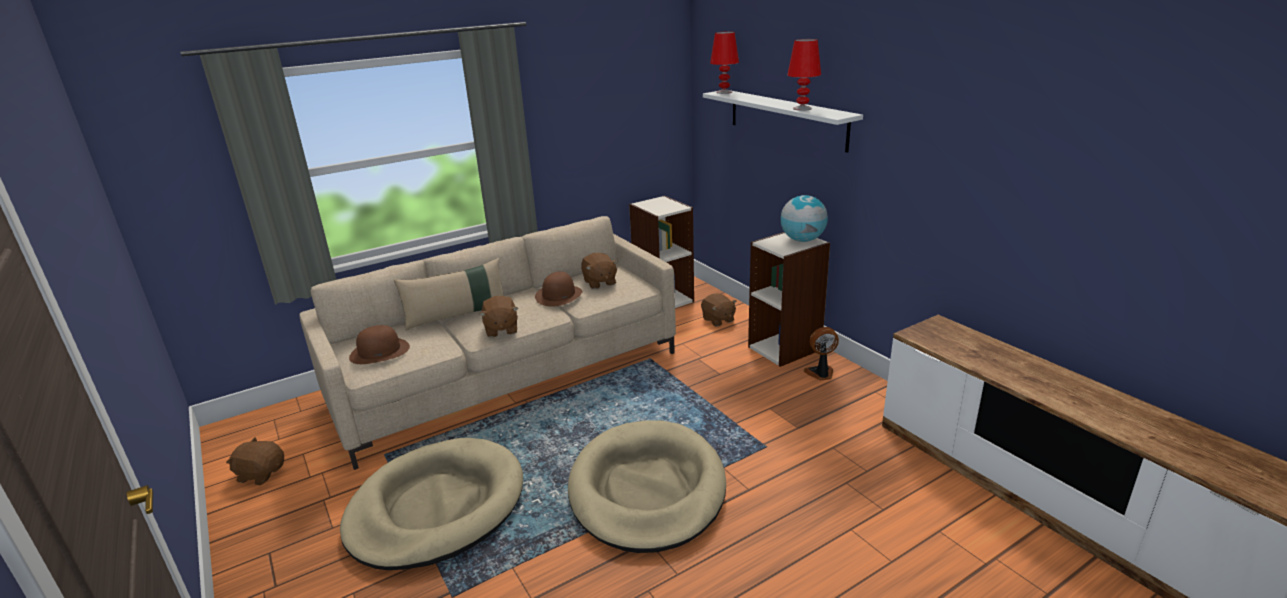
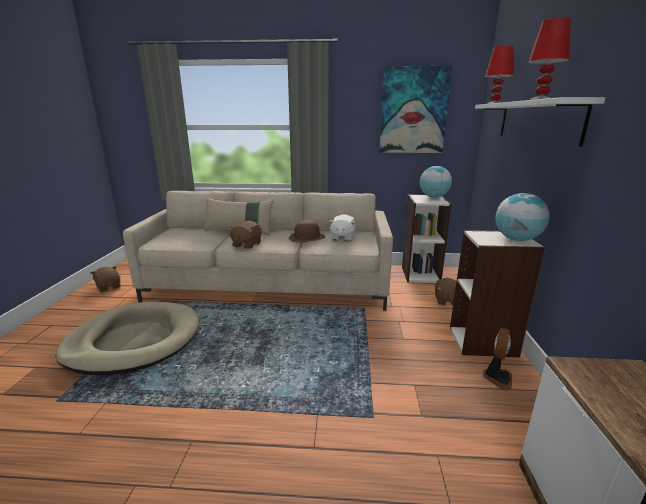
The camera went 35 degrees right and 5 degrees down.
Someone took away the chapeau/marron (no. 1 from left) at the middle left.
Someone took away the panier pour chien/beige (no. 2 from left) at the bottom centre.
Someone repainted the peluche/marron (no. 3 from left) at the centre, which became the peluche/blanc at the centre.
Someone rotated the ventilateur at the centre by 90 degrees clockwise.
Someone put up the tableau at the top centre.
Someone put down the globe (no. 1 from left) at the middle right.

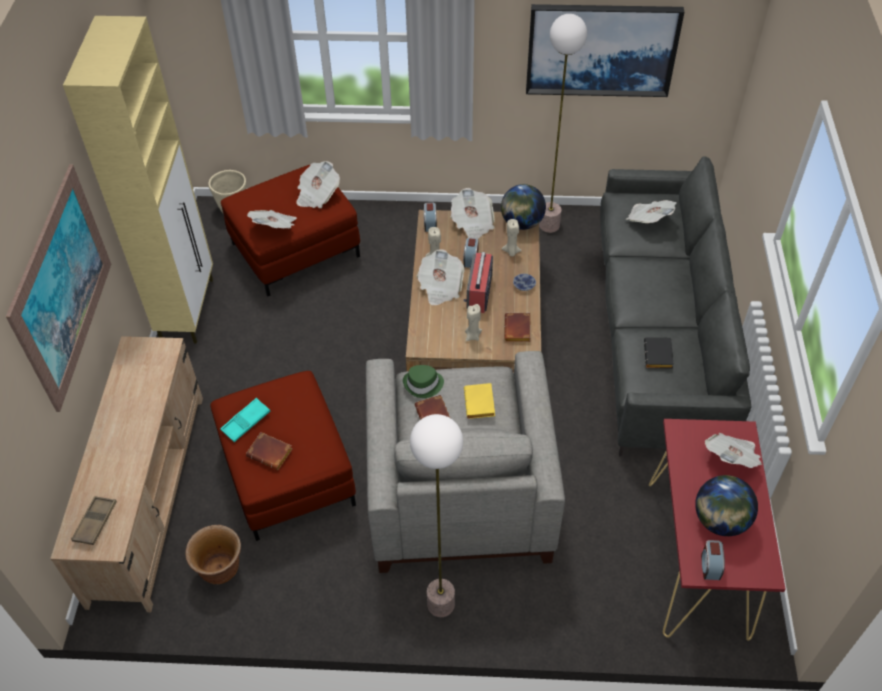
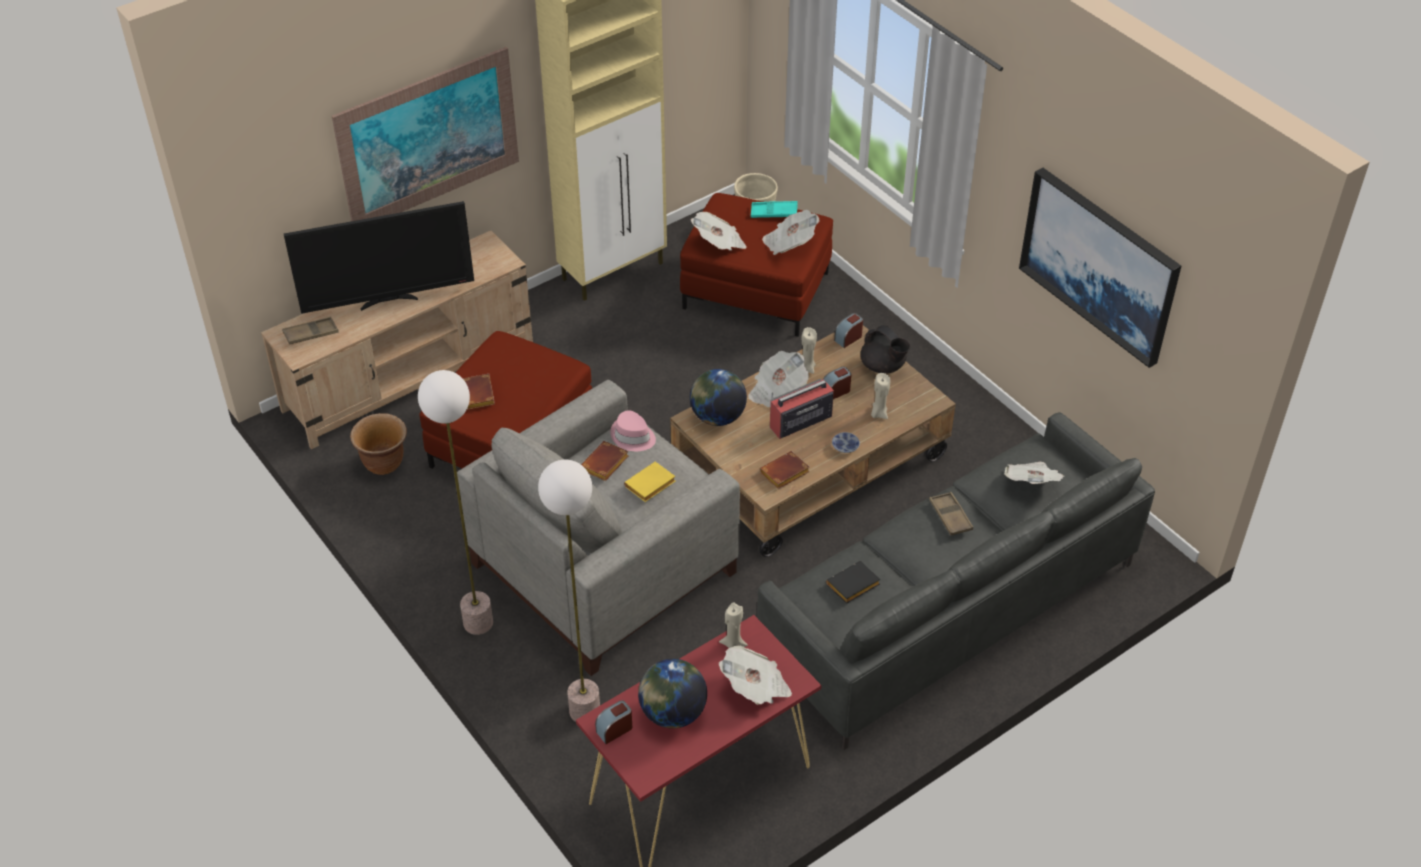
The camera went 50 degrees right and 5 degrees down.
Someone carried the plateau/turquoise from the middle left to the top centre.
Someone repainted the chapeau/vert at the centre, which became the chapeau/rose at the centre.
Someone swapped the journal (no. 4 from left) at the top centre for the théière/noir at the centre.
Someone carried the bougie/beige (no. 2 from left in the first image) from the centre to the bottom centre.
Someone carried the globe (no. 1 from left in the first image) from the top centre to the centre.
Someone carried the lampadaire (no. 2 from left) from the top centre to the bottom centre.
Someone put down the téléviseur at the top left.
Someone put down the plateau/marron (no. 2 from left) at the middle right.

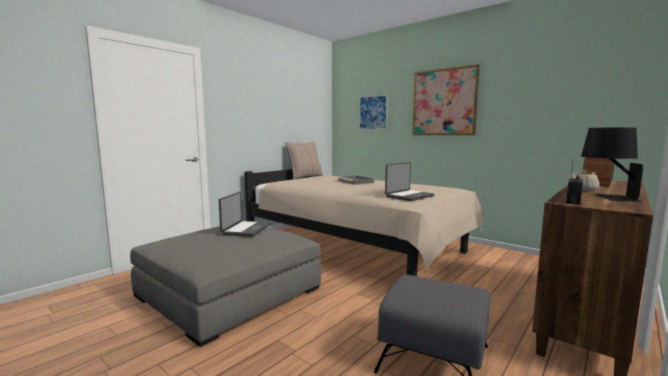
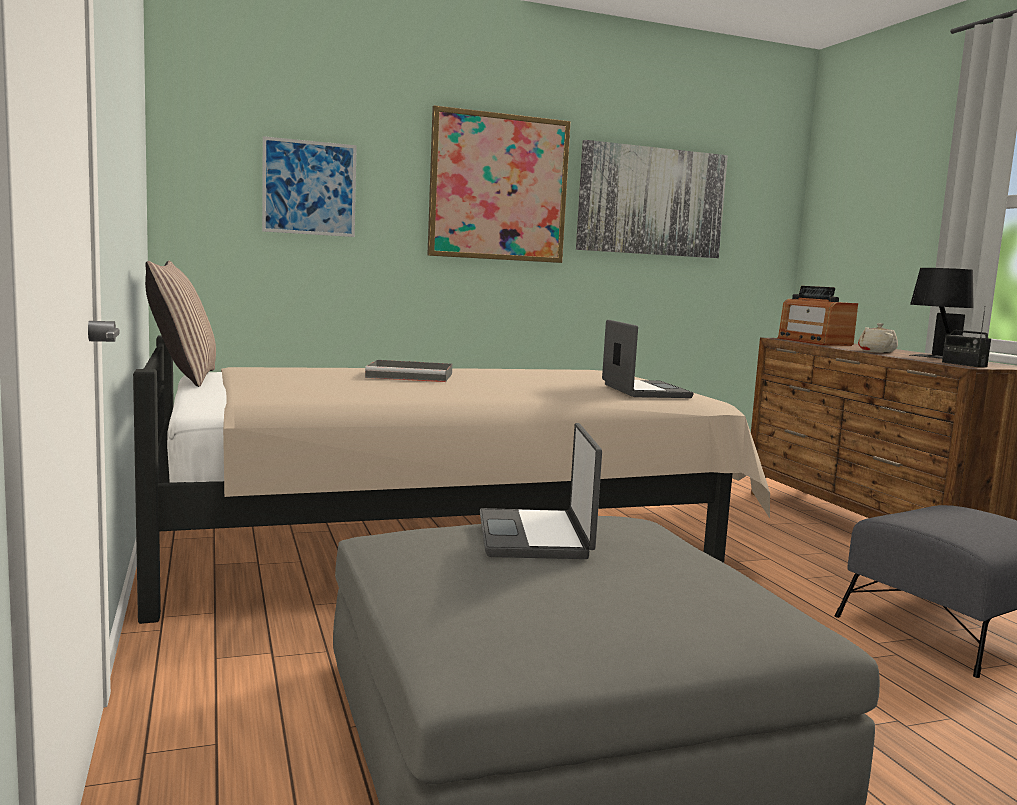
The camera went 60 degrees left and 0 degrees up.
Someone rotated the ordinateur portable (no. 1 from left) at the centre by 135 degrees counterclockwise.
Someone put up the tableau (no. 3 from left) at the top centre.

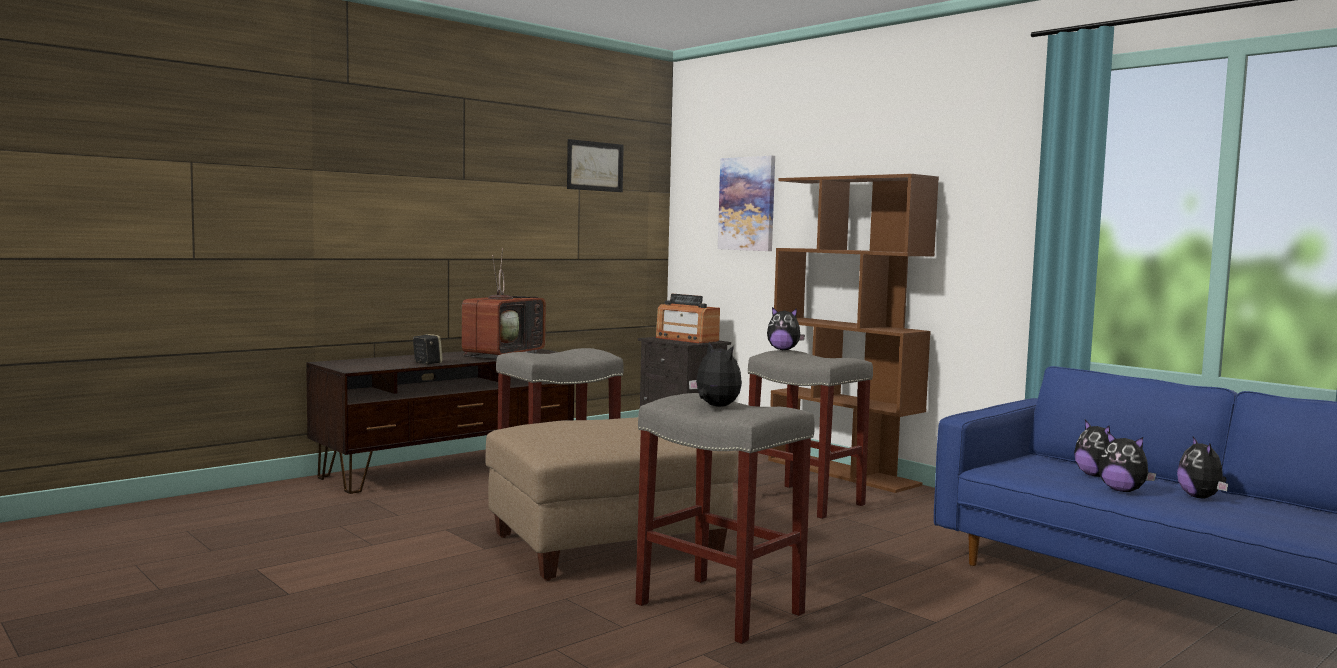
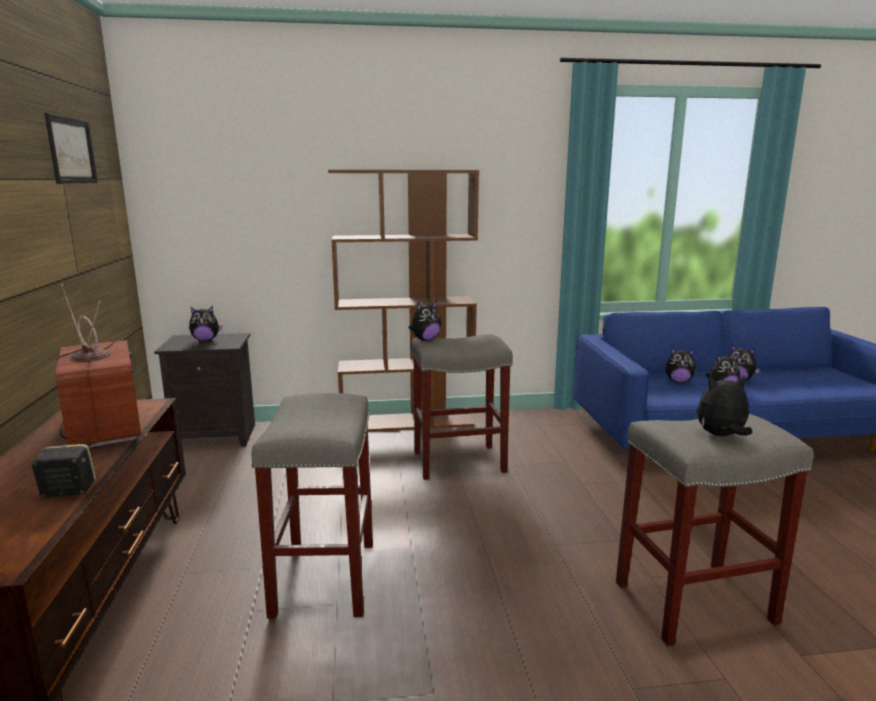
The camera went 55 degrees left and 10 degrees up.
Someone took away the pouf/beige at the bottom centre.
Someone swapped the radio at the centre for the peluche (no. 1 from left) at the middle left.
Someone took away the tableau (no. 2 from left) at the top centre.

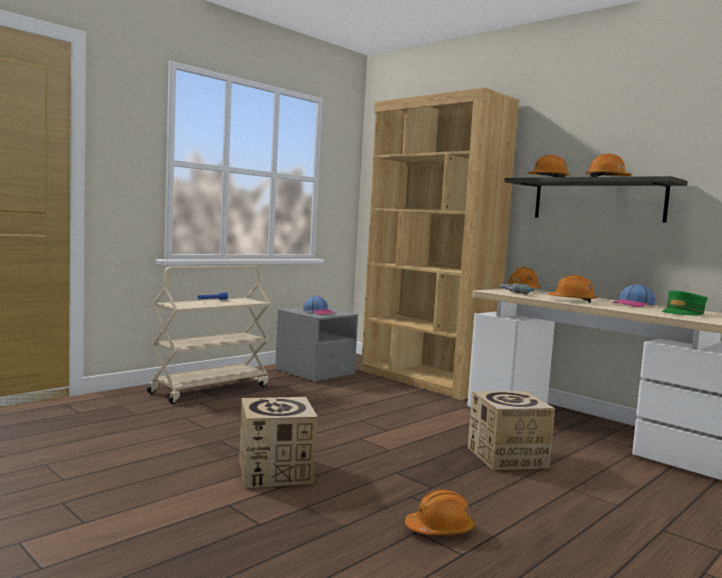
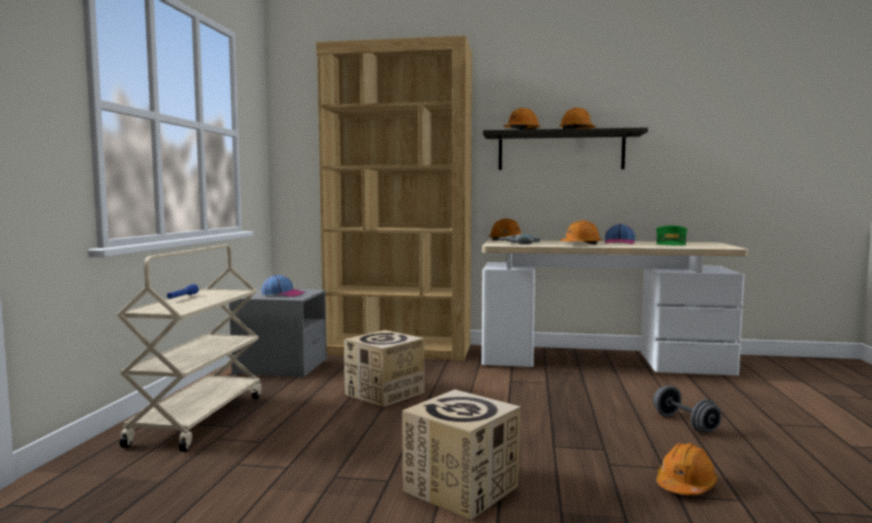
The camera went 35 degrees left and 0 degrees up.
Someone carried the carton (no. 2 from left in the first image) from the bottom right to the bottom centre.
Someone put down the haltère/gris at the bottom right.

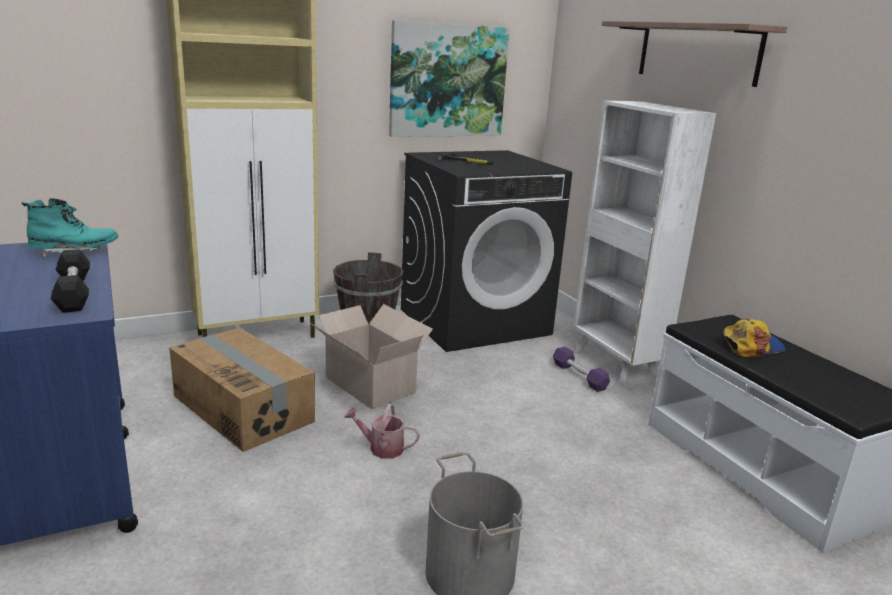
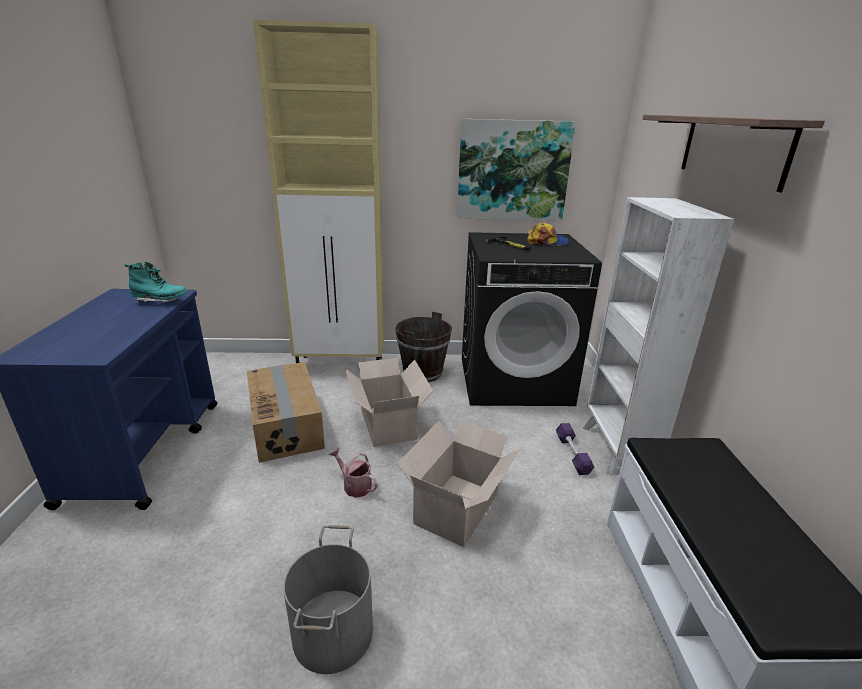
The camera went 25 degrees right and 5 degrees up.
Someone took away the haltère/noir at the middle left.
Someone carried the casquette from the middle right to the centre.
Someone put down the carton (no. 3 from left) at the bottom centre.

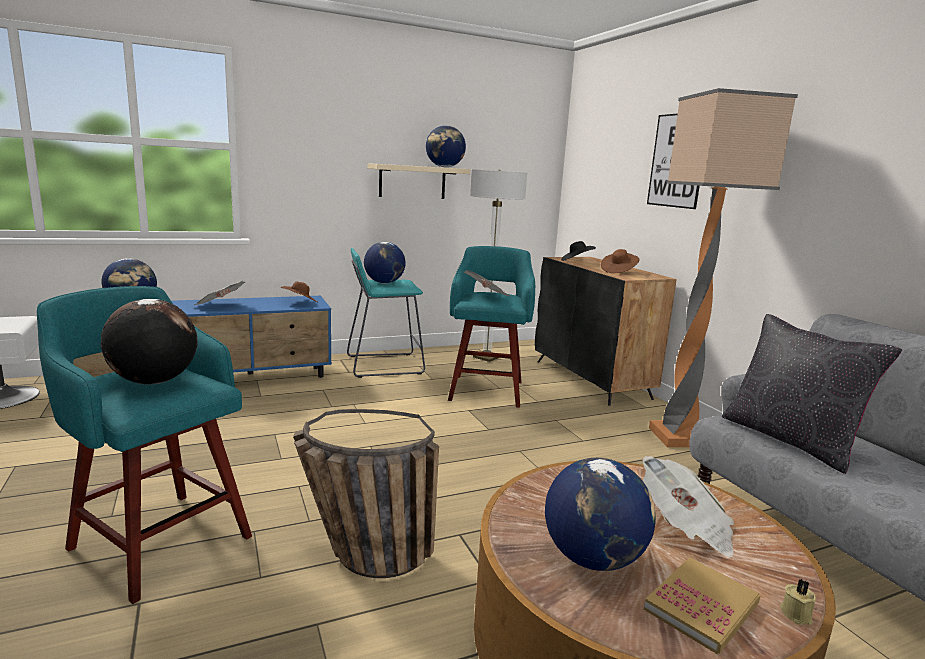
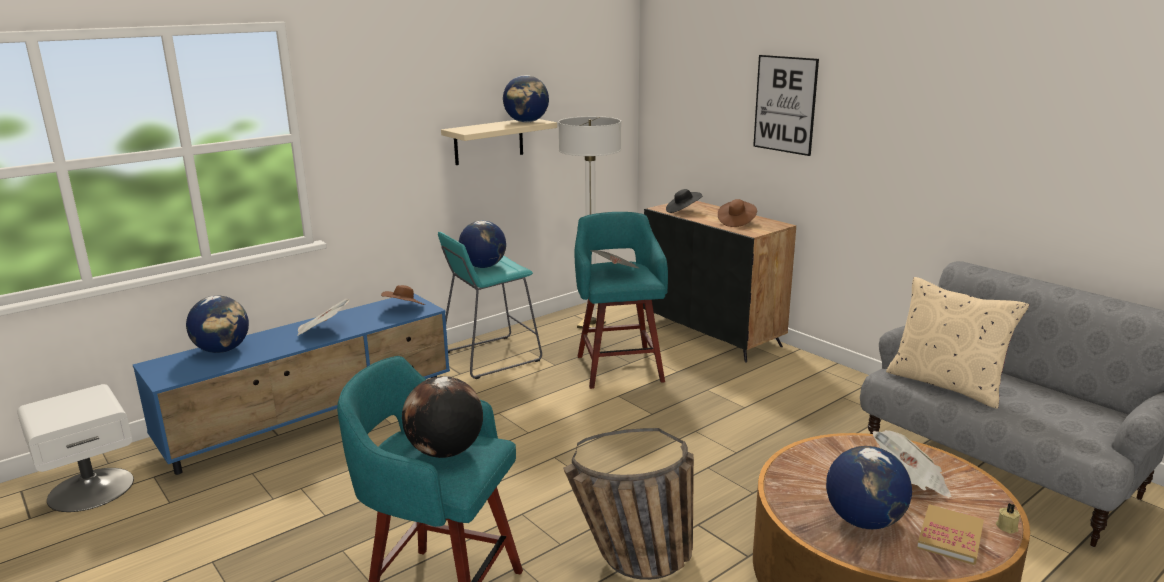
The camera went 15 degrees left and 5 degrees up.
Someone took away the lampadaire (no. 2 from left) at the middle right.
Someone repainted the coussin/noir at the middle right, which became the coussin/beige at the middle right.

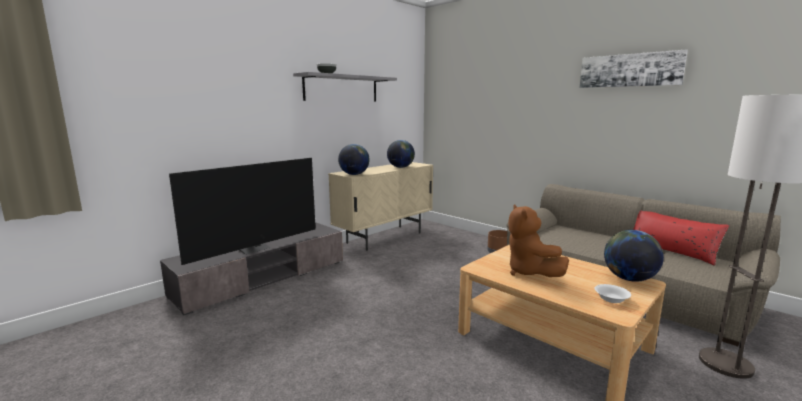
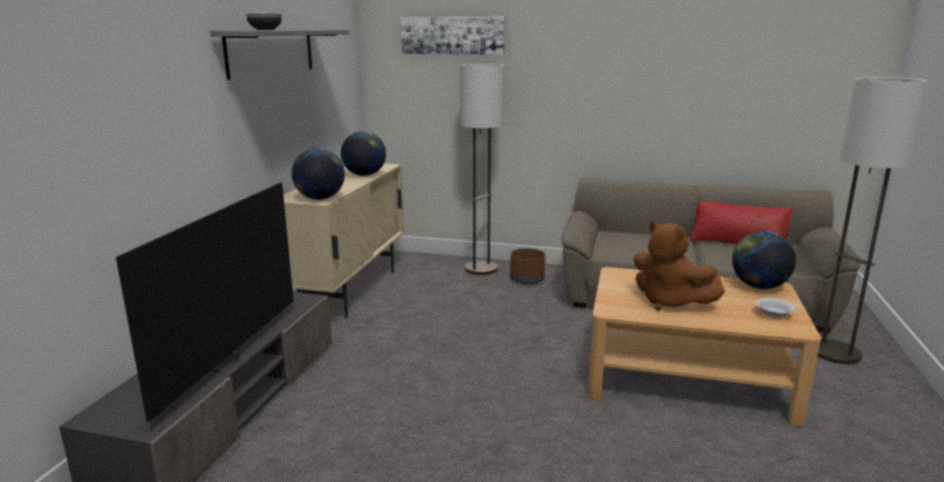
The camera went 30 degrees left and 5 degrees up.
Someone carried the tableau from the top right to the top centre.
Someone put down the lampadaire (no. 1 from left) at the centre.

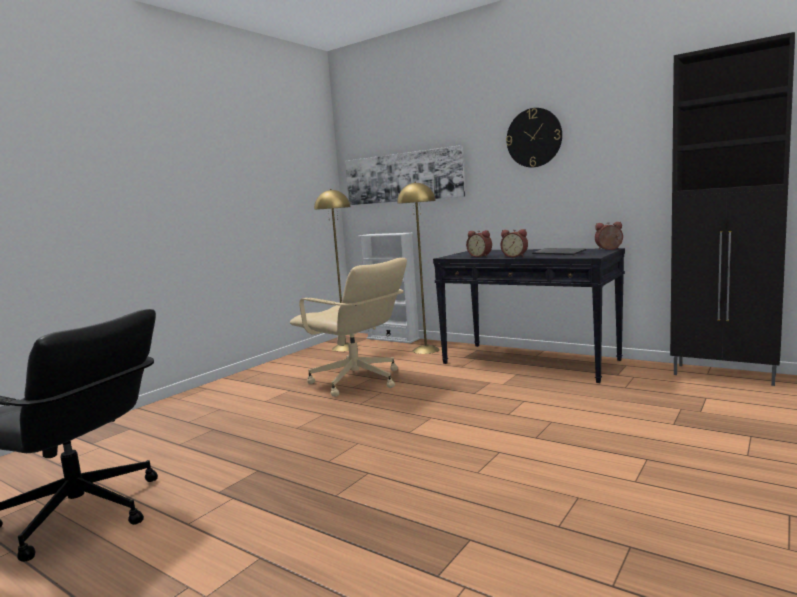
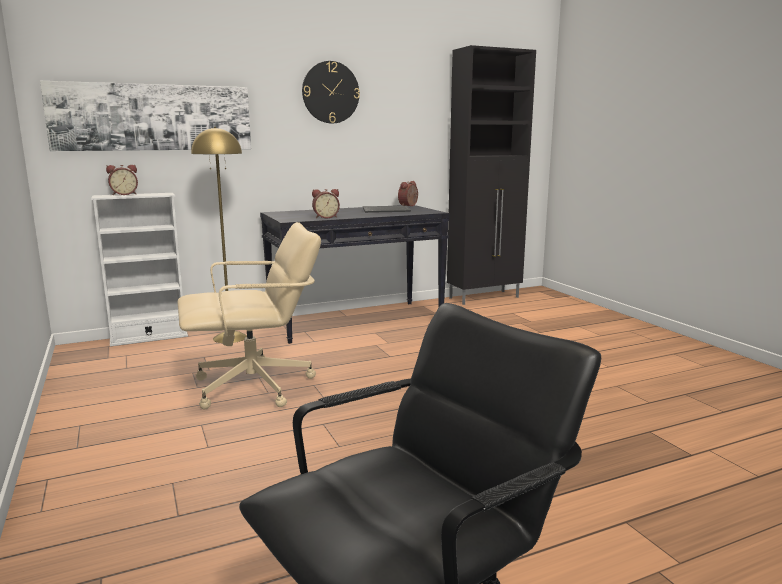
The camera went 60 degrees left and 5 degrees up.
Someone took away the lampadaire/jaune (no. 1 from left) at the centre.
Someone carried the réveil (no. 2 from left in the first image) from the centre to the top left.

